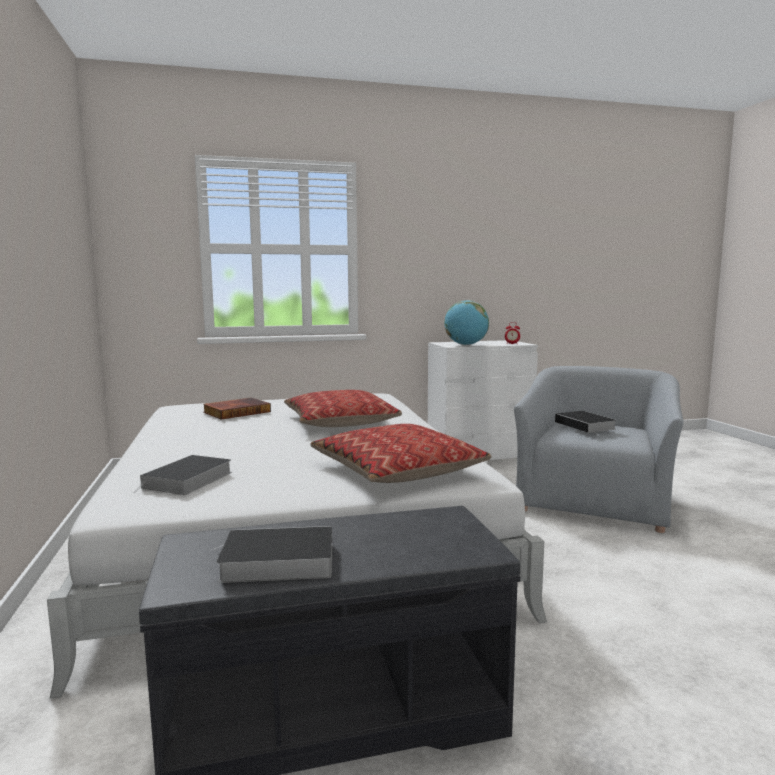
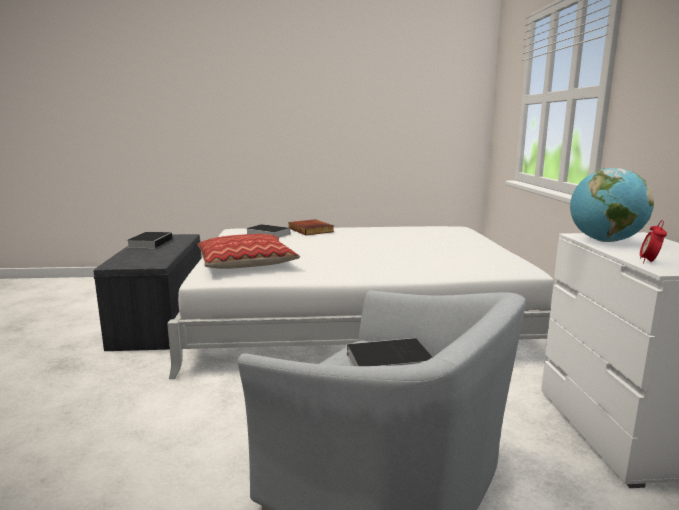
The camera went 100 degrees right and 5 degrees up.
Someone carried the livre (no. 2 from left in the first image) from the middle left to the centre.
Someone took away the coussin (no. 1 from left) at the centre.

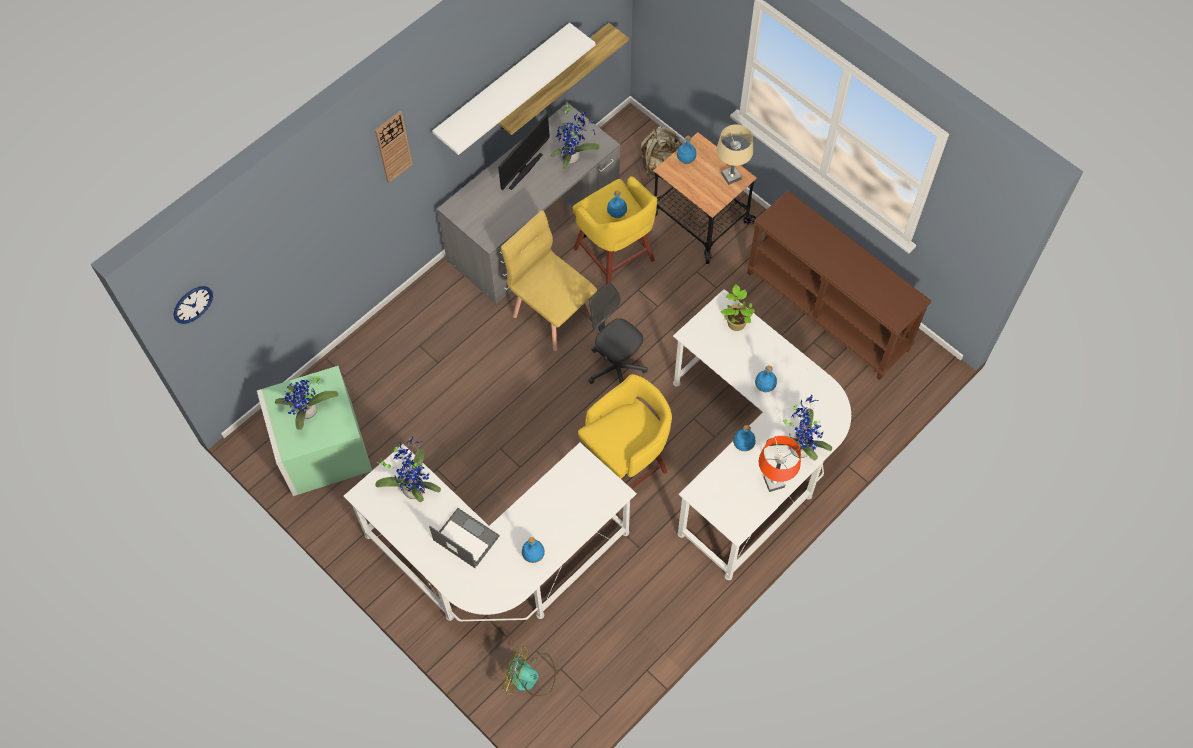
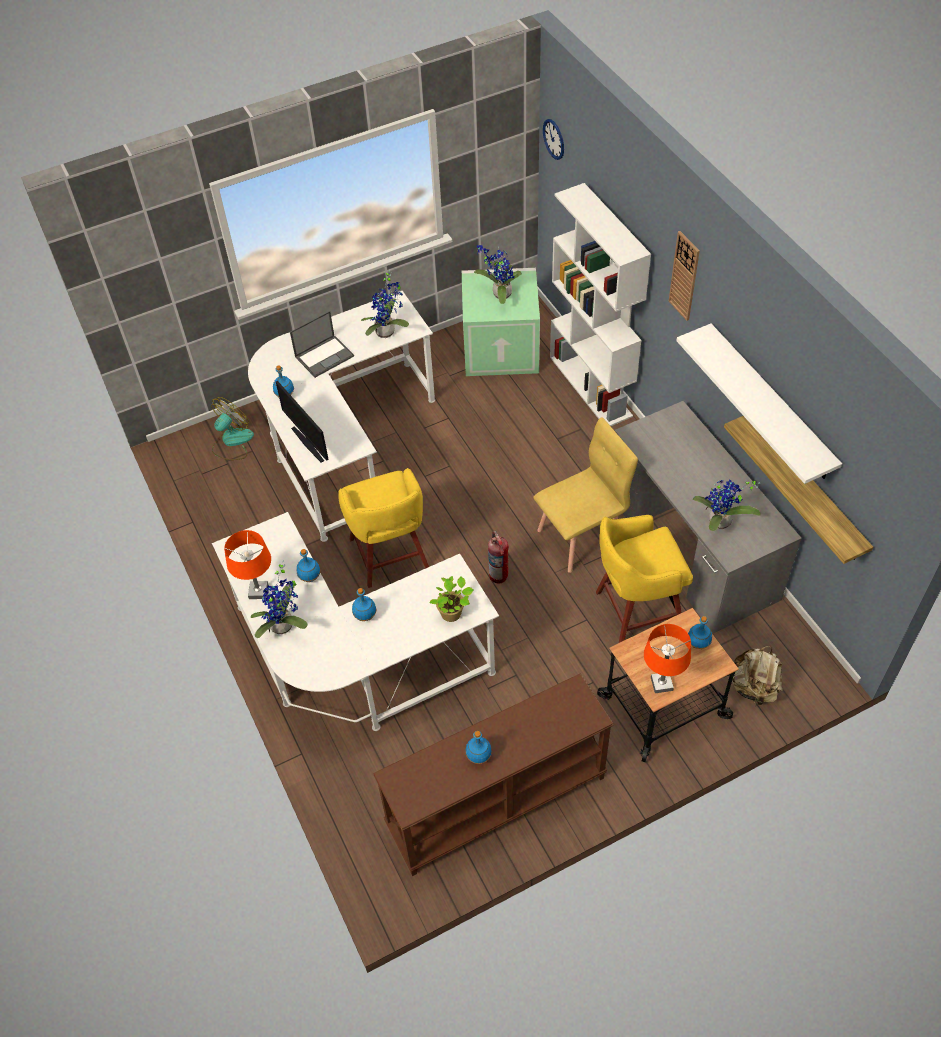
The camera went 110 degrees right and 10 degrees down.
Someone carried the écran d'ordinateur from the top centre to the middle left.
Someone swapped the chaise de bureau/gris at the centre for the extincteur at the centre.
Someone carried the bouteille/bleu (no. 2 from left in the first image) from the top centre to the bottom centre.
Someone repainted the lampe de table/beige at the top centre, which became the lampe de table/orange (no. 2 from left) at the middle right.
Someone put down the bibliothèque/blanc at the top centre.

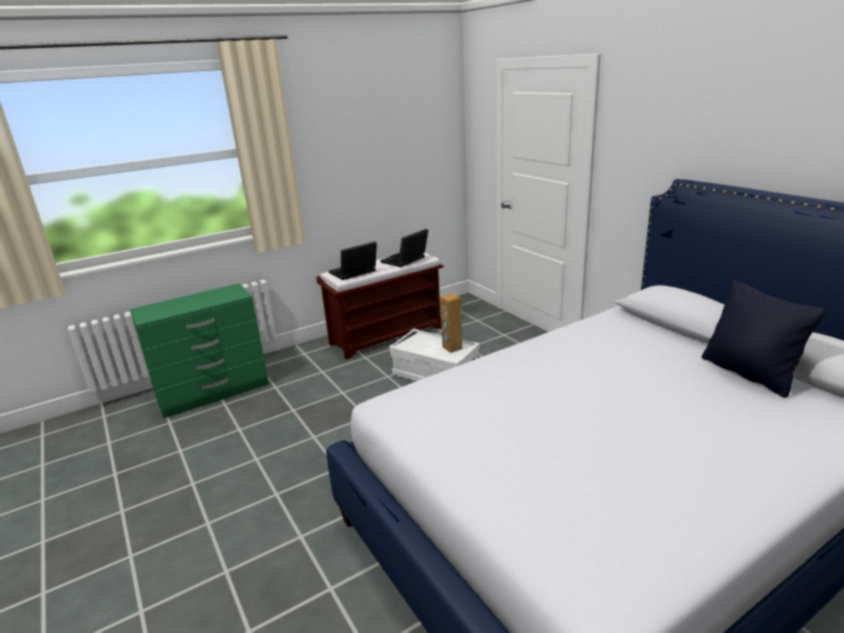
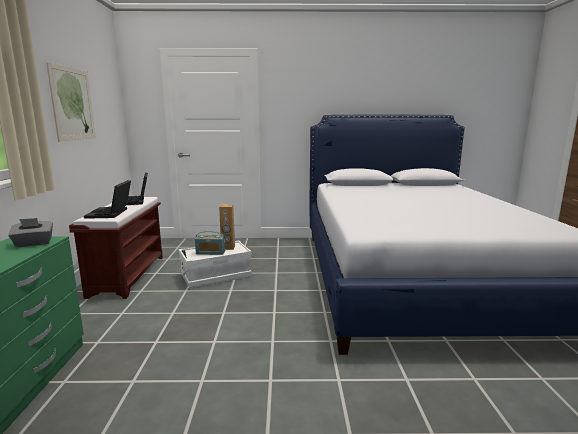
The camera went 60 degrees left and 10 degrees down.
Someone took away the coussin/noir at the middle right.
Someone put down the boîte à mouchoirs/gris at the middle left.
Someone put up the tableau at the top left.
Someone put down the radio at the centre.

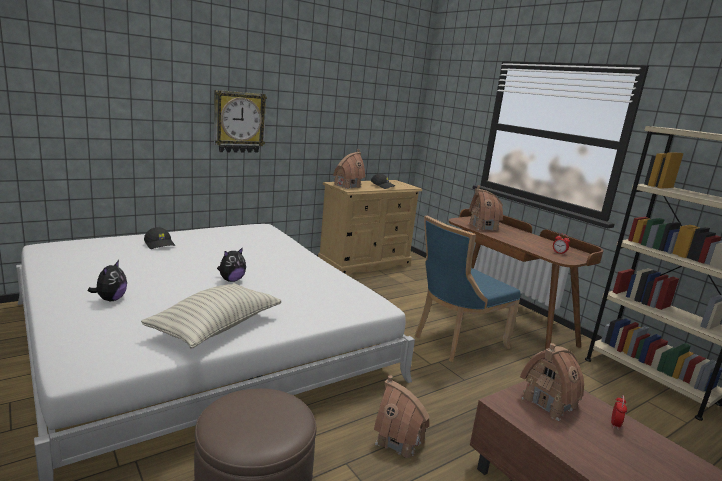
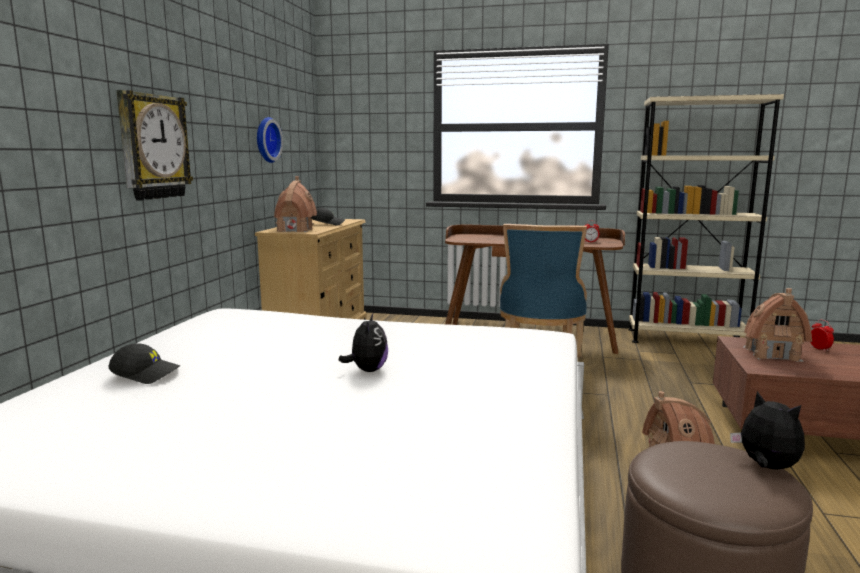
The camera went 40 degrees left and 5 degrees down.
Someone carried the peluche (no. 1 from left in the first image) from the middle left to the bottom right.
Someone took away the coussin at the middle left.
Someone took away the maison miniature (no. 3 from left) at the middle right.
Someone put up the horloge murale (no. 2 from left) at the top left.

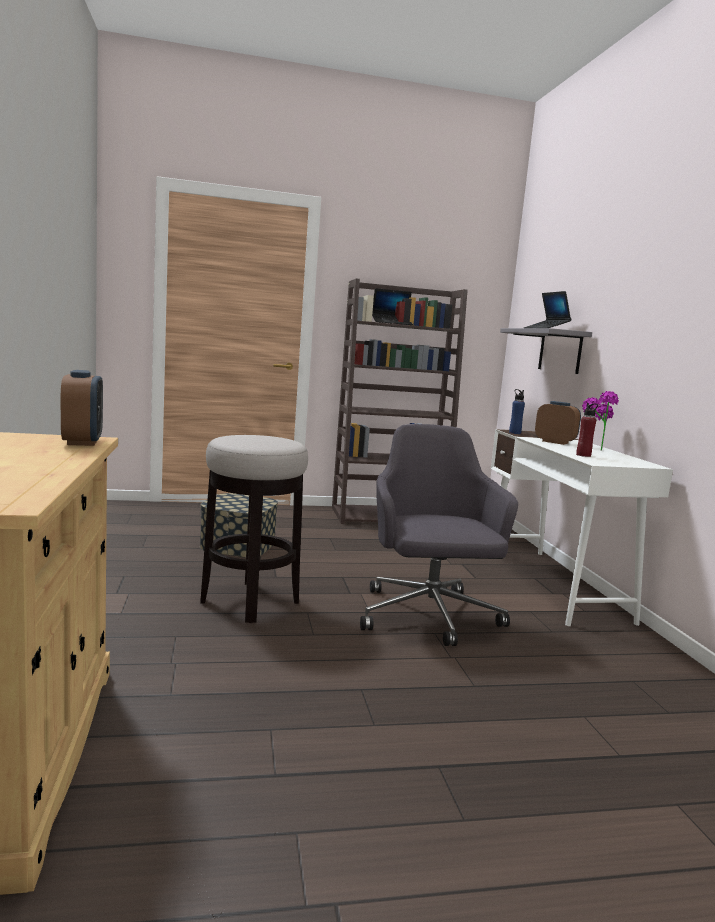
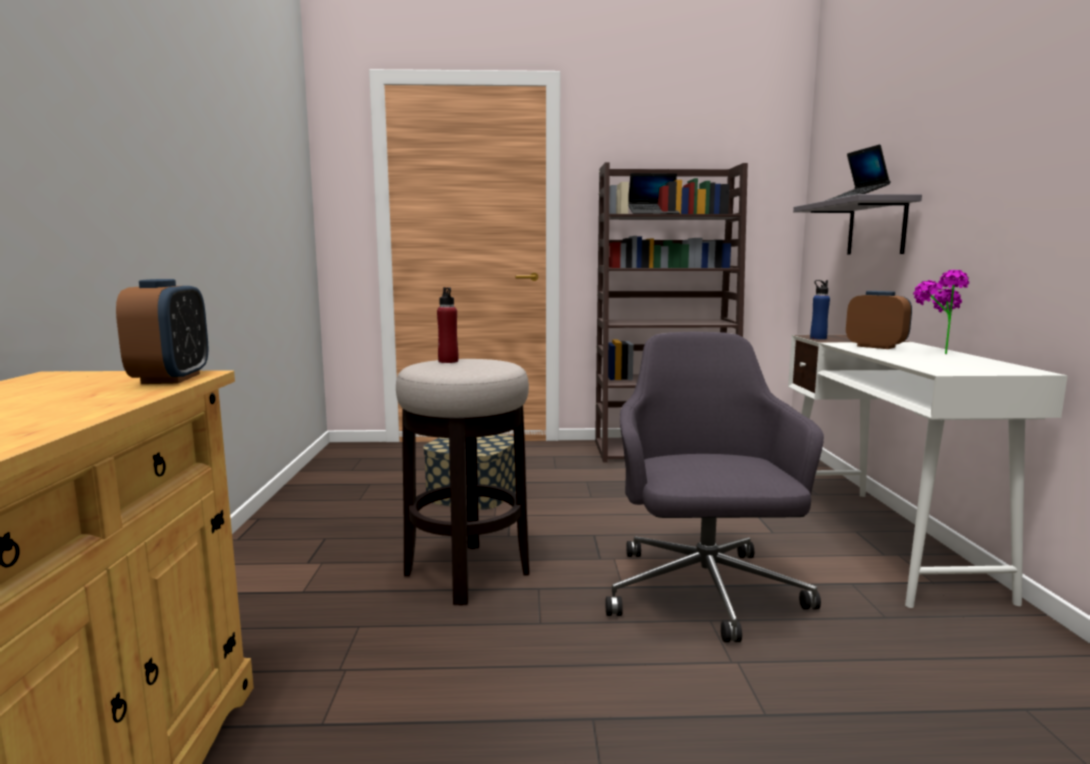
The camera went 10 degrees right and 0 degrees up.
Someone carried the bouteille/rouge from the middle right to the centre.

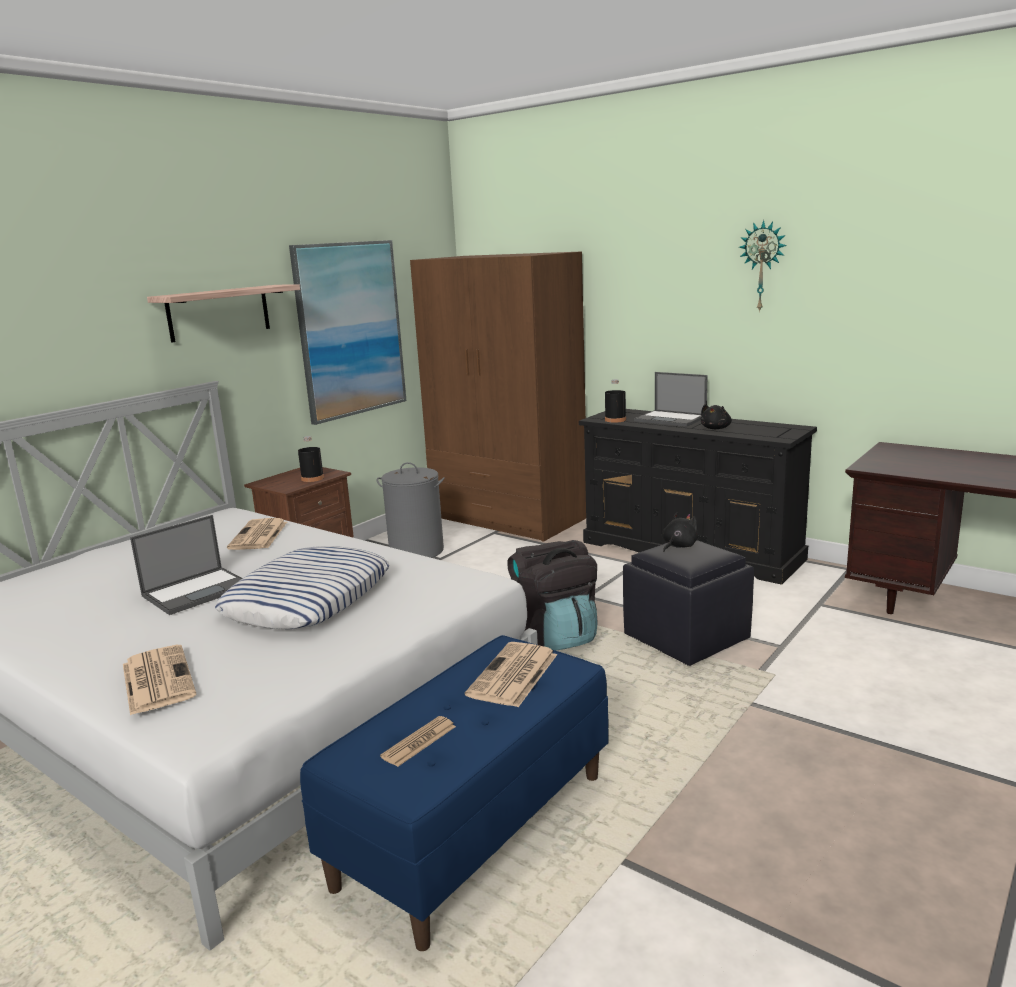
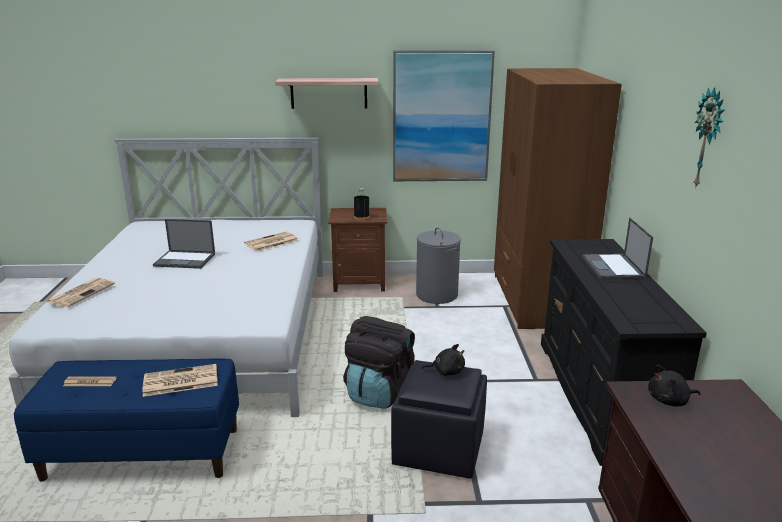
The camera went 50 degrees right and 5 degrees up.
Someone took away the coussin at the middle left.
Someone took away the bouteille/noir (no. 2 from left) at the centre.
Someone carried the peluche/noir (no. 2 from left) from the middle right to the bottom right.

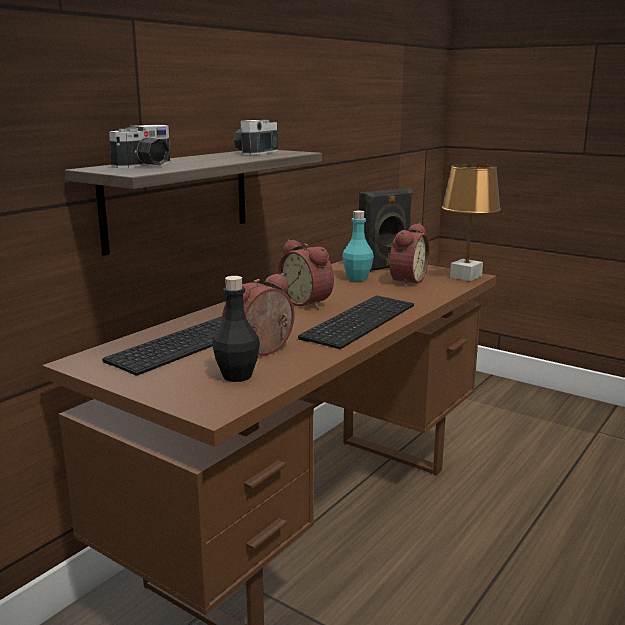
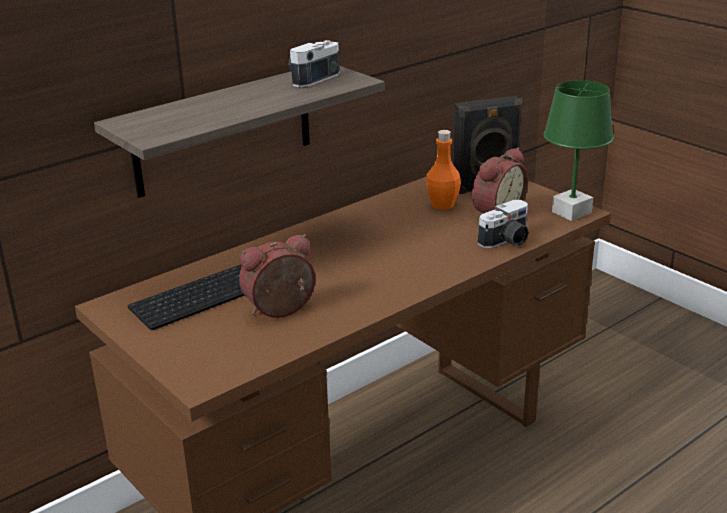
The camera went 15 degrees right and 10 degrees up.
Someone carried the appareil photo (no. 1 from left in the first image) from the top left to the middle right.
Someone took away the bouteille/noir at the centre.
Someone took away the réveil (no. 2 from left) at the centre.
Someone took away the clavier (no. 2 from left) at the centre.
Someone repainted the bouteille/turquoise at the centre, which became the bouteille/orange at the top centre.
Someone repainted the lampe de table/marron at the middle right, which became the lampe de table/vert at the top right.

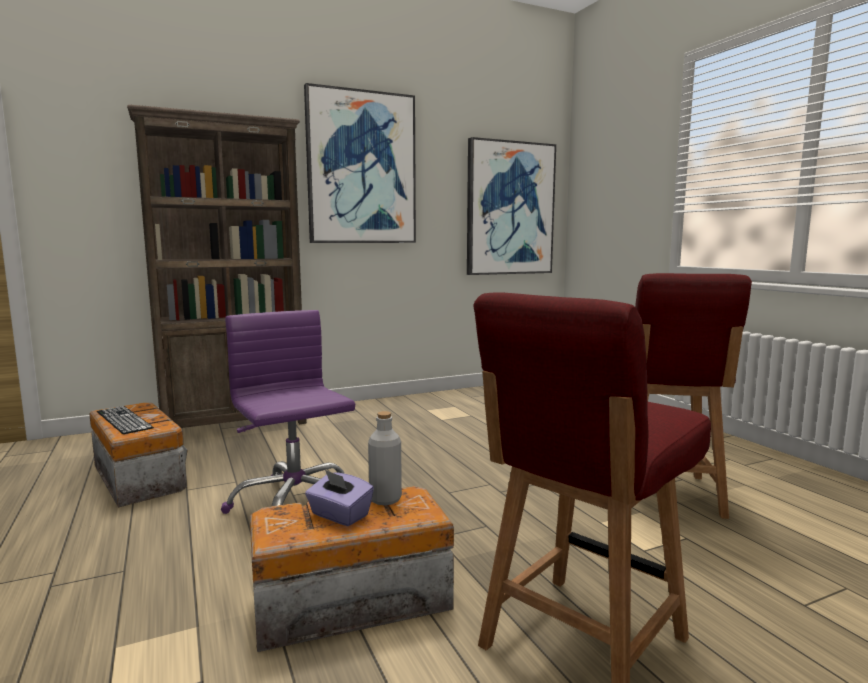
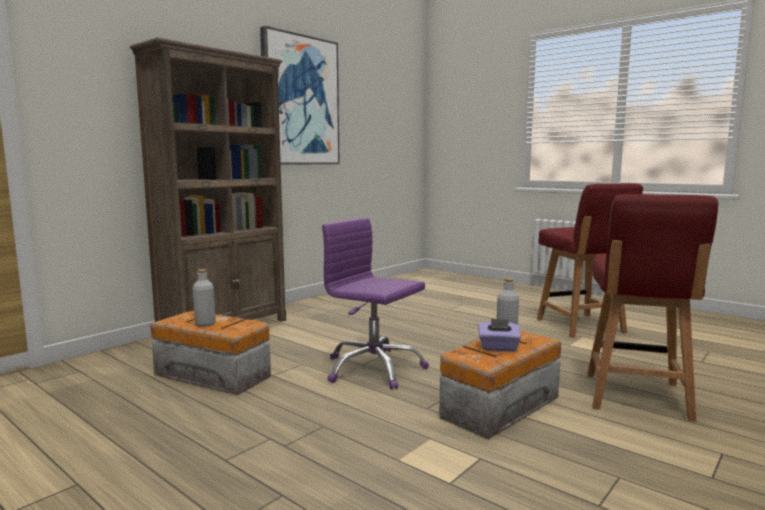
The camera went 25 degrees left and 0 degrees up.
Someone swapped the clavier at the middle left for the bouteille/gris (no. 1 from left) at the middle left.
Someone took away the tableau (no. 2 from left) at the top centre.

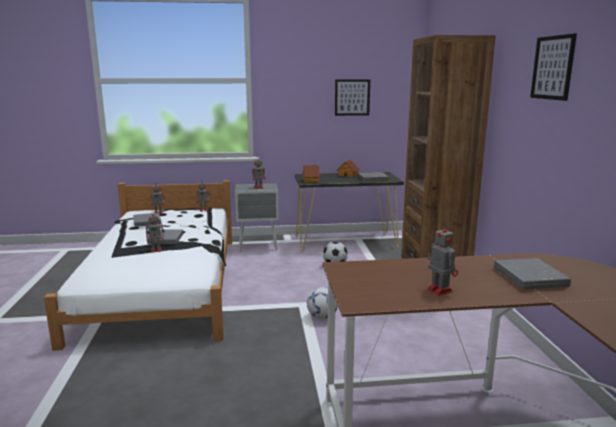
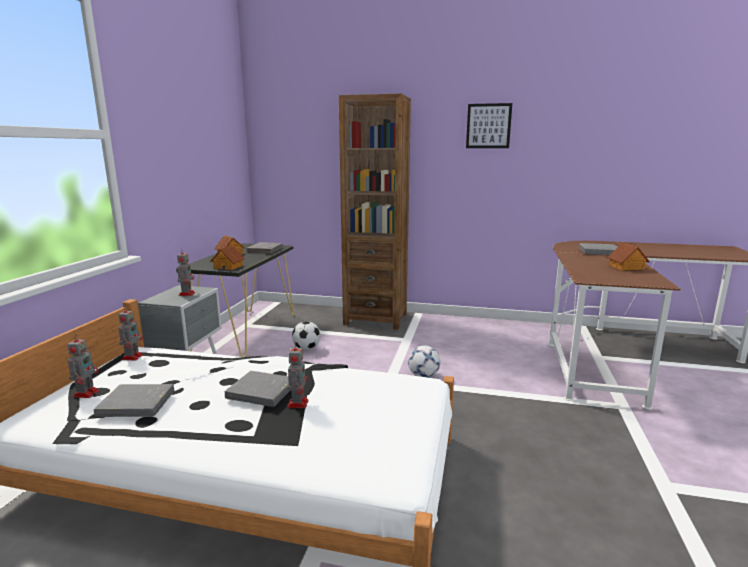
The camera went 70 degrees left and 0 degrees up.
Someone took away the tableau (no. 1 from left) at the top centre.
Someone swapped the robot jouet (no. 5 from left) at the middle right for the maison miniature (no. 3 from left) at the middle right.

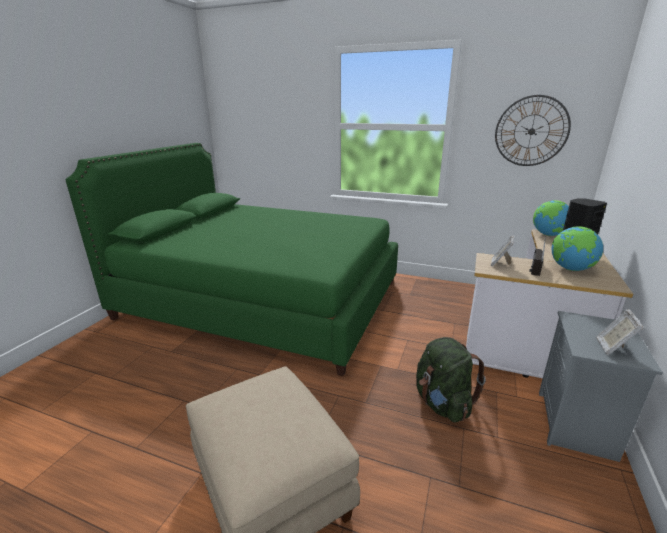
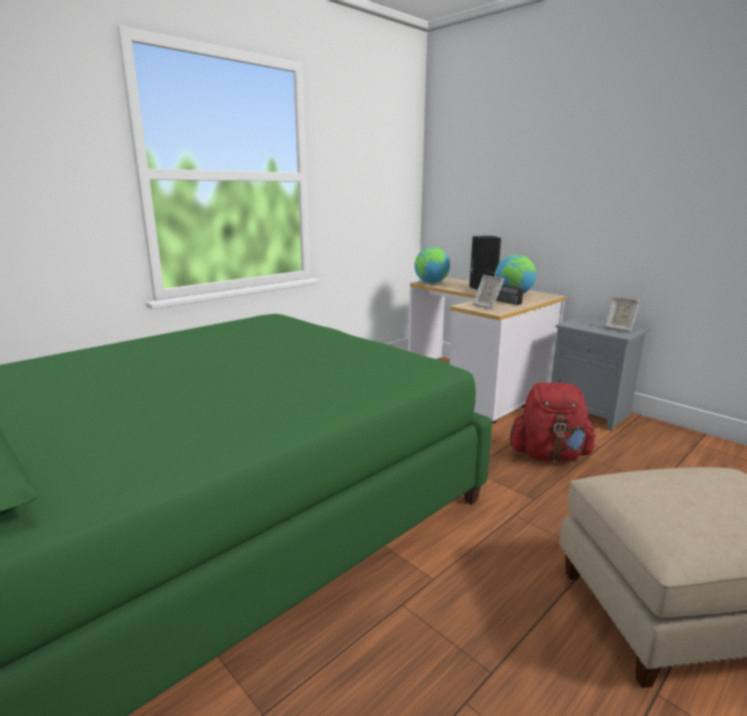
The camera went 65 degrees left and 5 degrees down.
Someone repainted the sac à dos/vert at the bottom right, which became the sac à dos/rouge at the middle right.
Someone took away the horloge murale at the top right.

